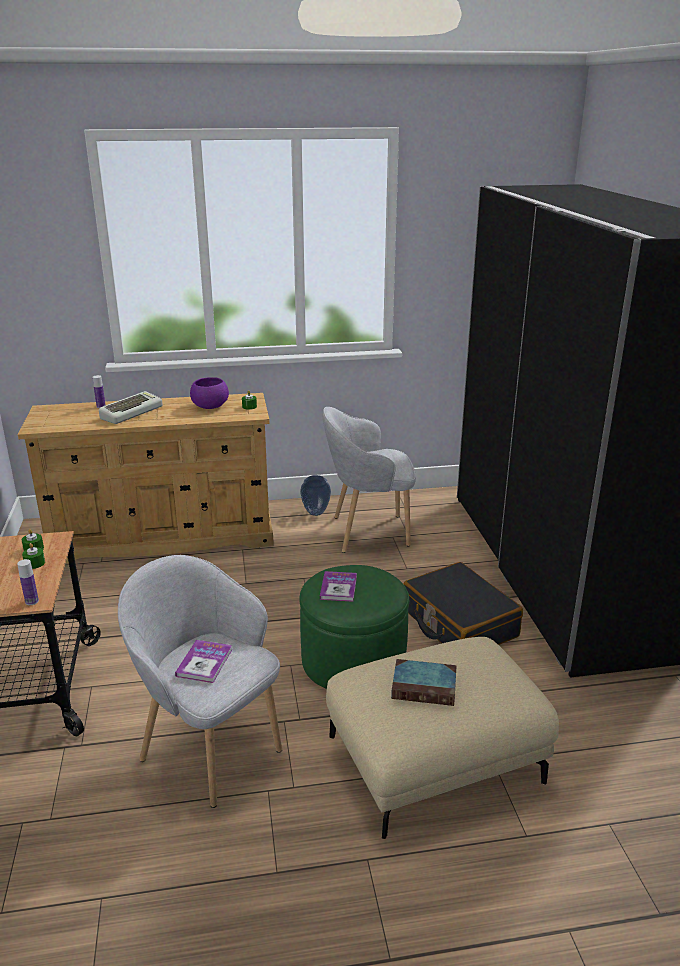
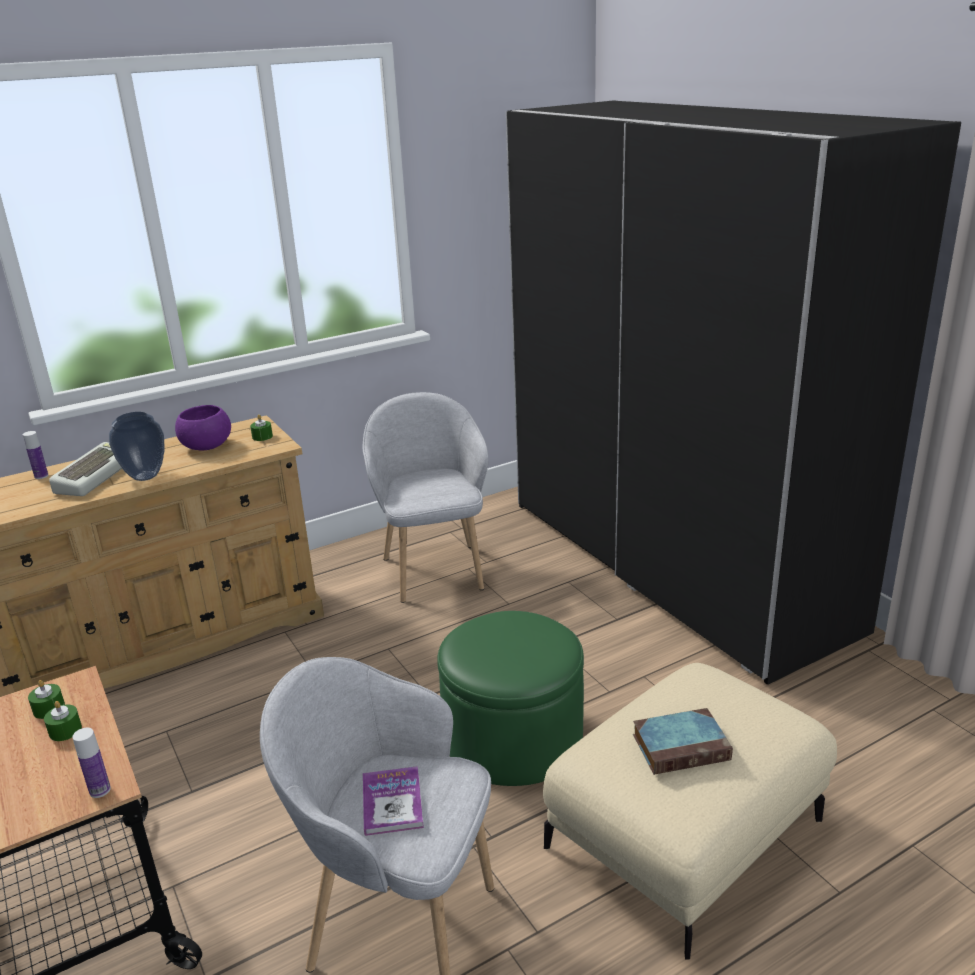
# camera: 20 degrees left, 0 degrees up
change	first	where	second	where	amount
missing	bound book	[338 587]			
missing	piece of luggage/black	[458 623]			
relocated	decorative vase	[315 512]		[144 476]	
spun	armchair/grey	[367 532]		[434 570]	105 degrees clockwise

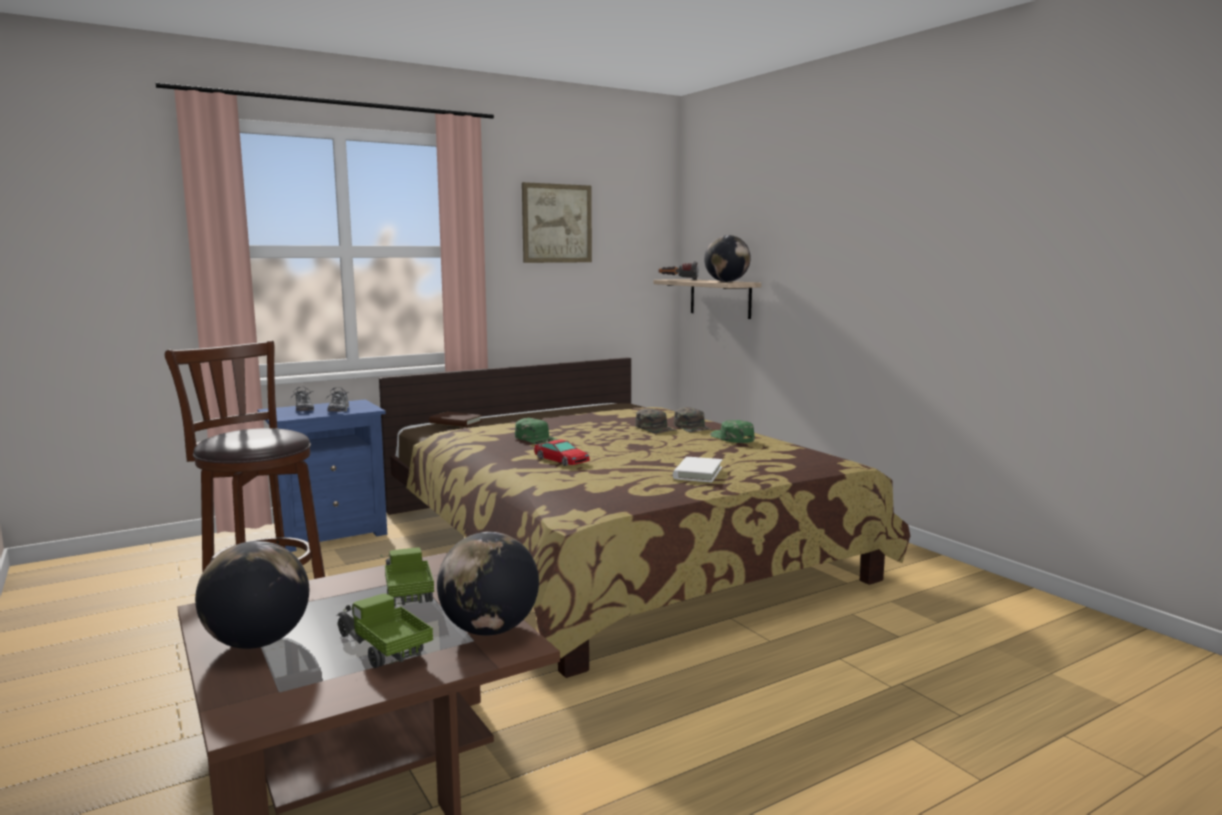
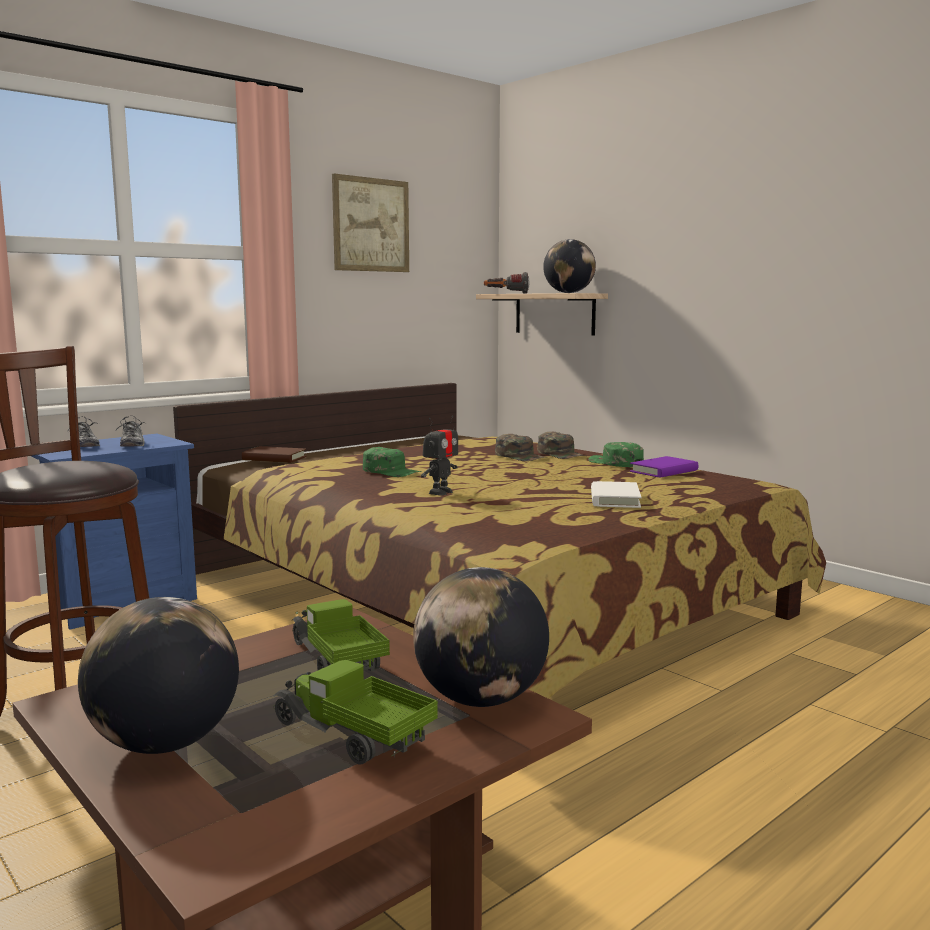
# camera: 10 degrees left, 0 degrees up
change	first	where	second	where	amount
appeared			bound book/purple-coloured	[664 471]	
exchanged	miniature car	[560 460]	robot figure	[440 492]	

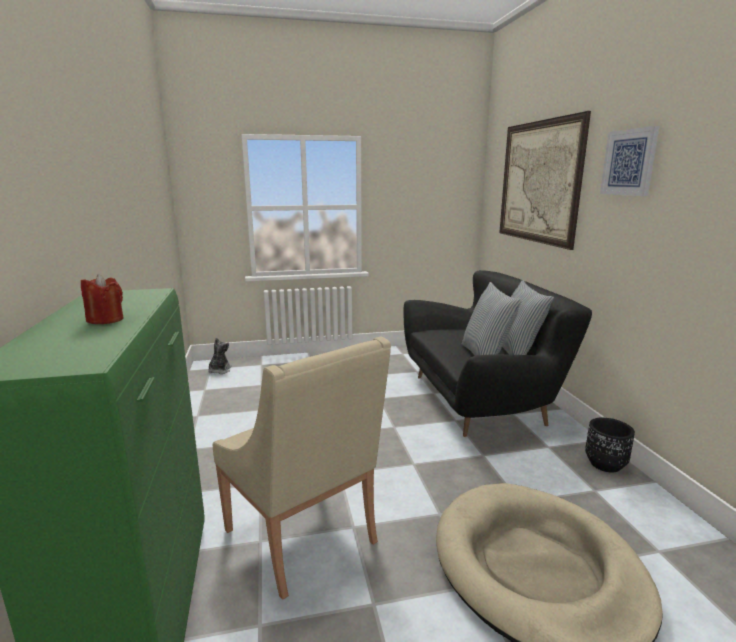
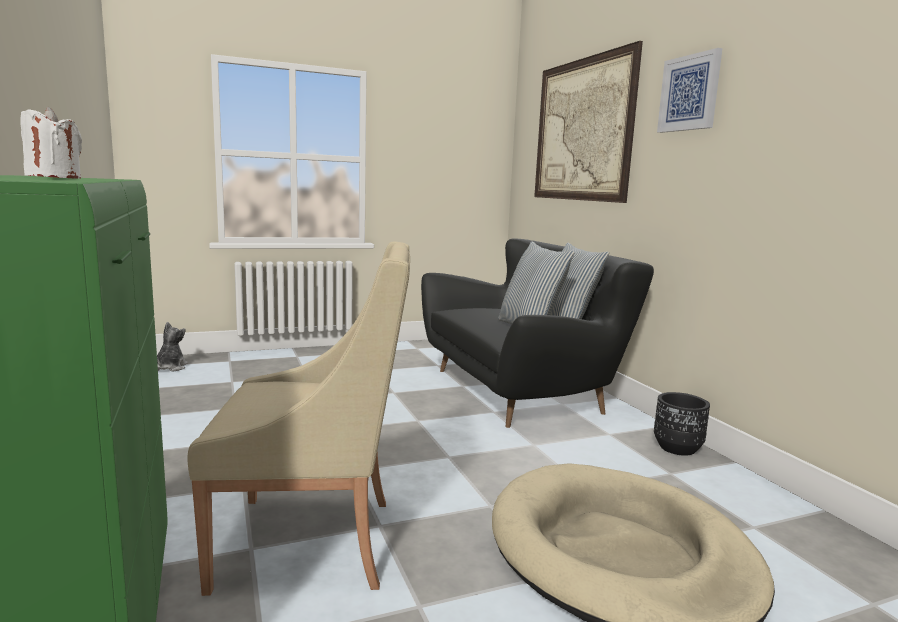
# camera: 10 degrees left, 5 degrees down
change	first	where	second	where	amount
colour	wax light/red	[105 320]	wax light/white	[54 177]	
spun	armchair/sand-coloured	[304 538]		[314 541]	45 degrees counterclockwise

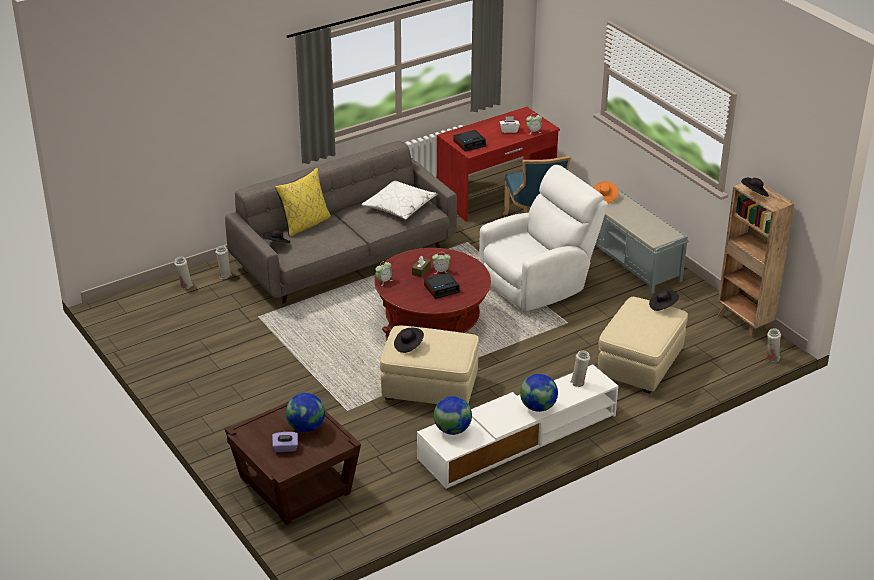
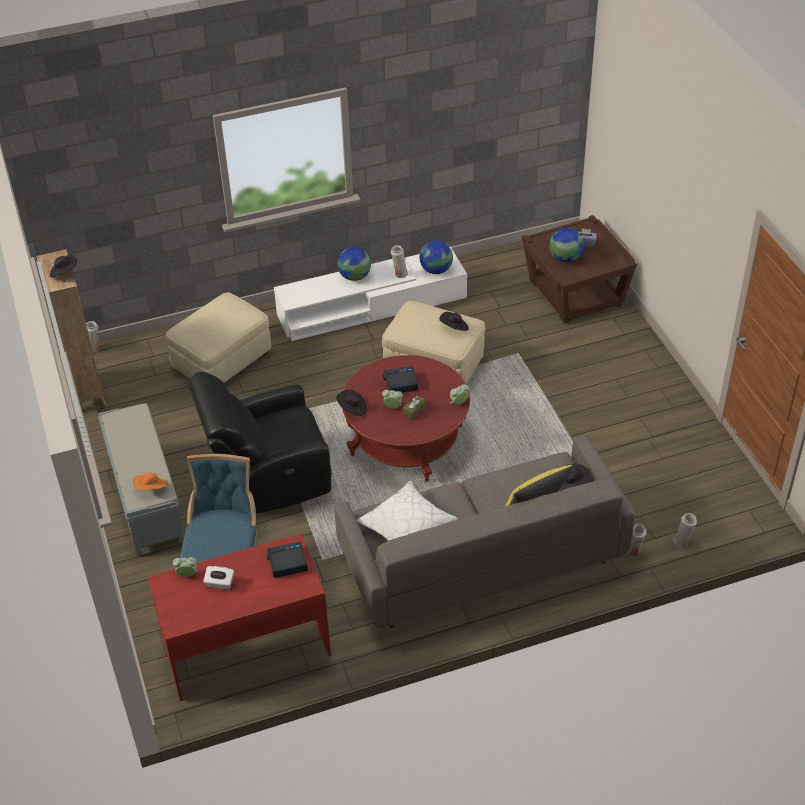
# camera: 165 degrees left, 10 degrees up
change	first	where	second	where	amount
relocated	decorative vase/white	[579 382]		[399 274]	
relocated	clothing hat/black	[662 306]		[352 409]	
colour	armchair/white	[538 284]	armchair/black	[268 477]	

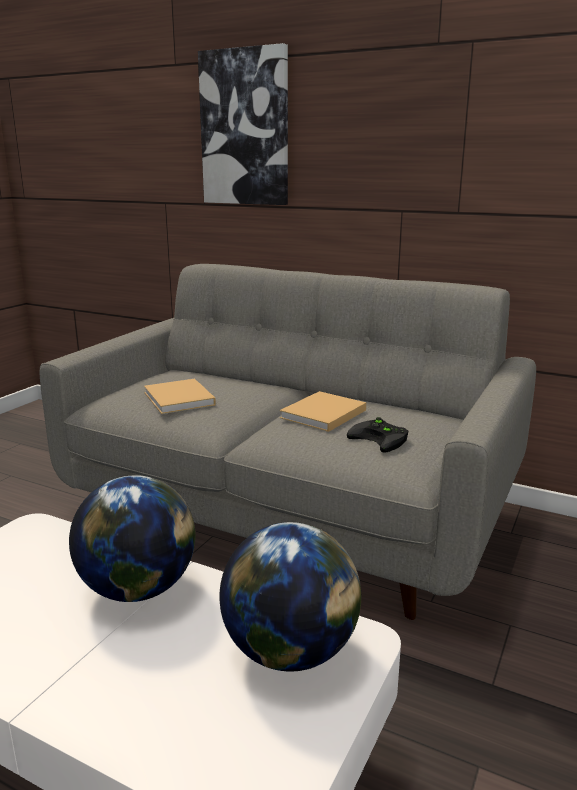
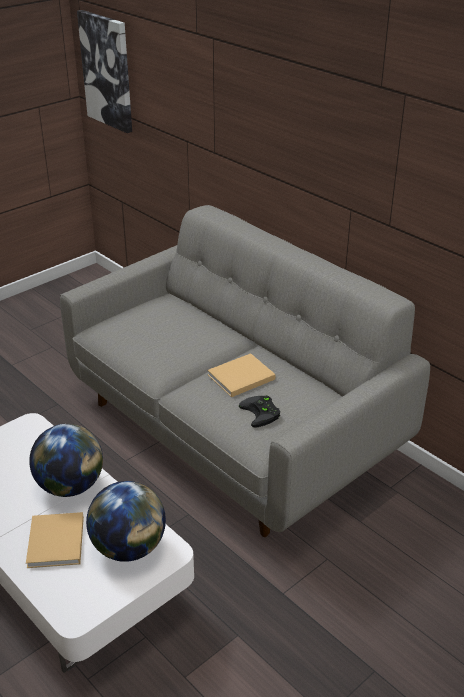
# camera: 20 degrees right, 15 degrees up
change	first	where	second	where	amount
relocated	bound book/sand-coloured	[179 399]		[56 543]	
relocated	picture	[245 128]		[107 71]	

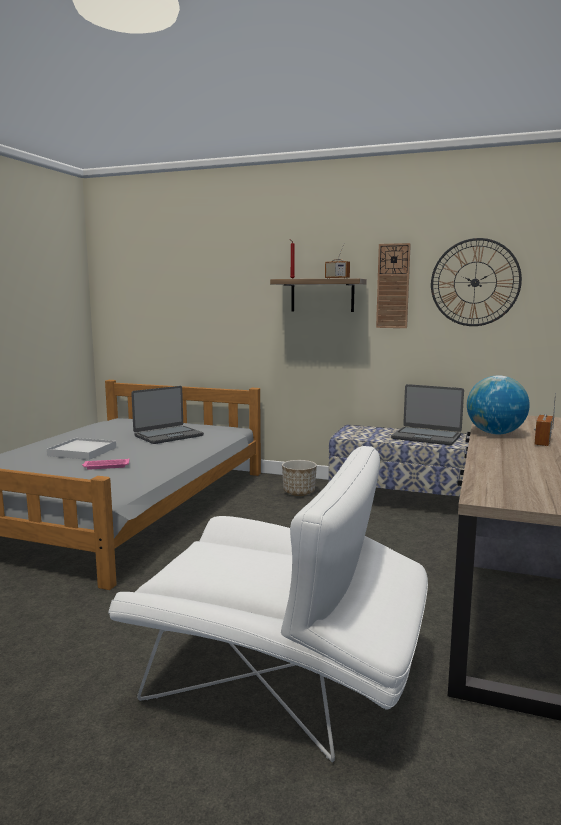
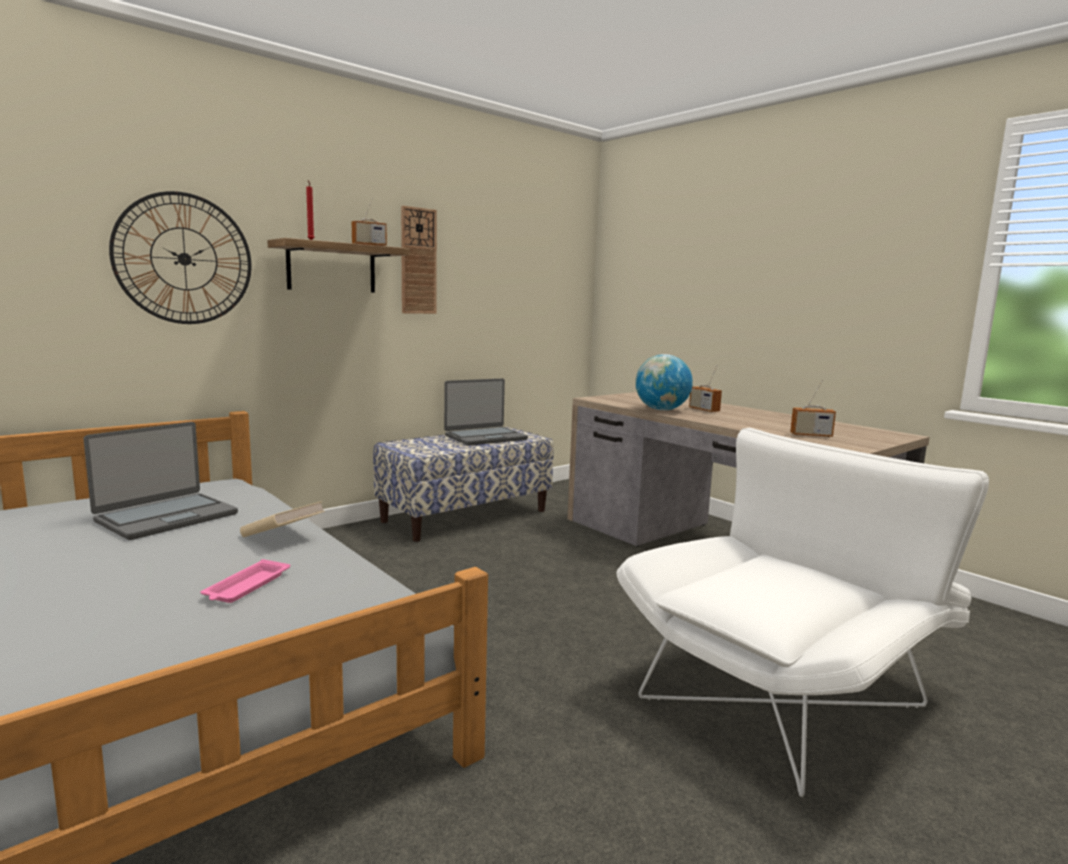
# camera: 60 degrees left, 0 degrees up
change	first	where	second	where	amount
missing	serving tray/white	[82 452]			
missing	flower pot	[298 492]			
appeared			bound book/sand-coloured	[282 537]	
appeared			radio receiver	[811 435]	
relocated	clock on the wall	[475 282]		[184 259]	
spun	laptop	[168 436]		[166 517]	45 degrees clockwise

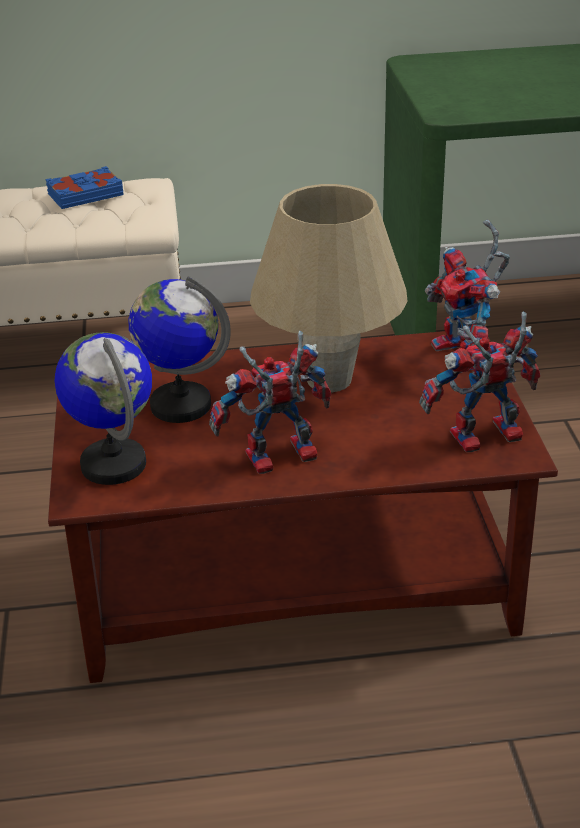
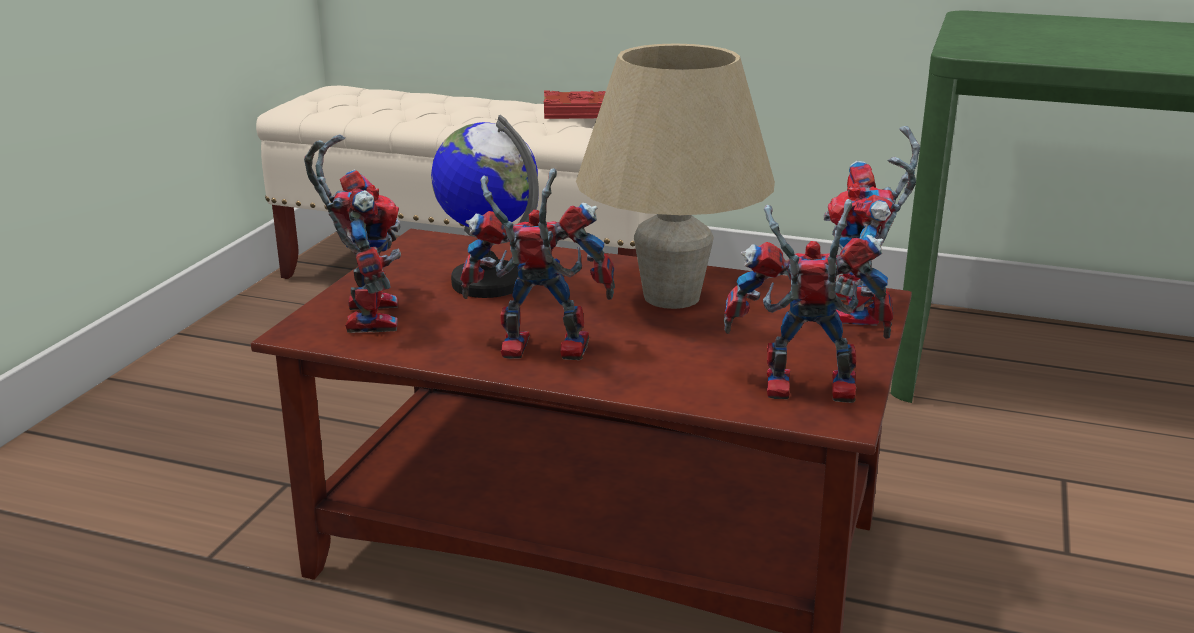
# camera: 25 degrees right, 10 degrees down
change	first	where	second	where	amount
exchanged	desk globe	[114 464]	robot figure	[366 313]	
colour	bound book/blue	[85 194]	bound book/red	[579 112]	

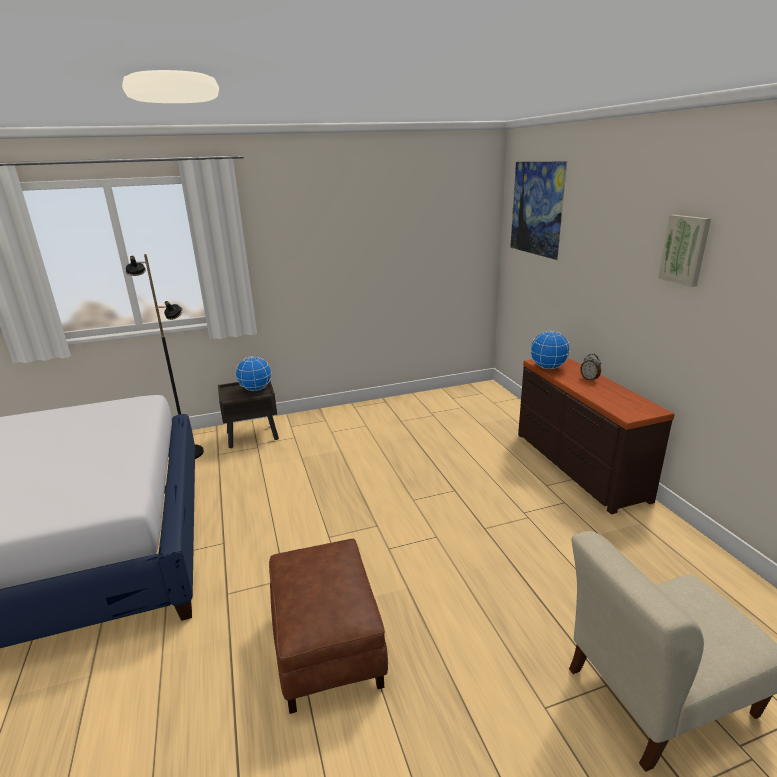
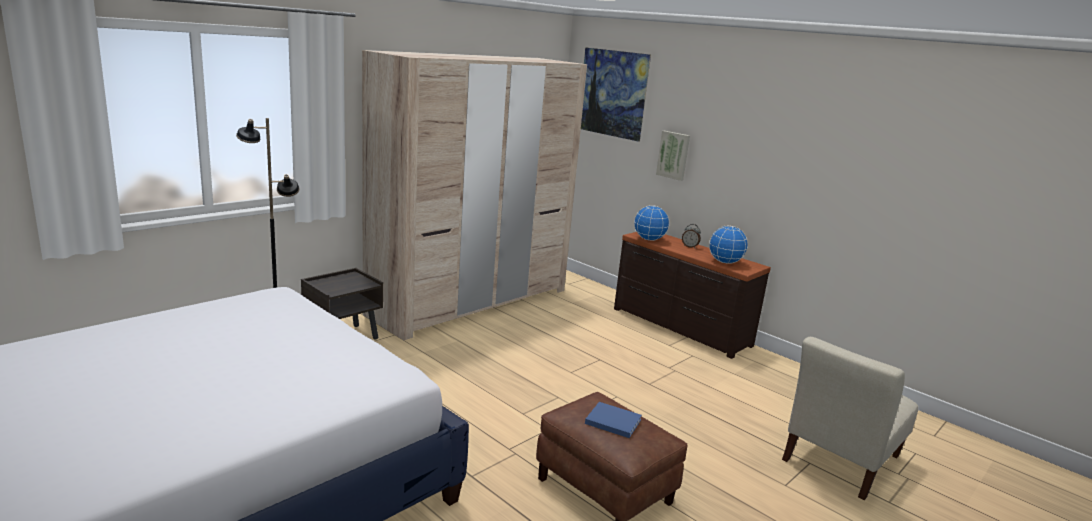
# camera: 30 degrees left, 5 degrees down
change	first	where	second	where	amount
appeared			wardrobe/sand-coloured	[471 302]	
appeared			bound book/blue	[611 421]	
relocated	desk globe	[255 389]		[725 262]	
relocated	picture	[685 250]		[673 155]	

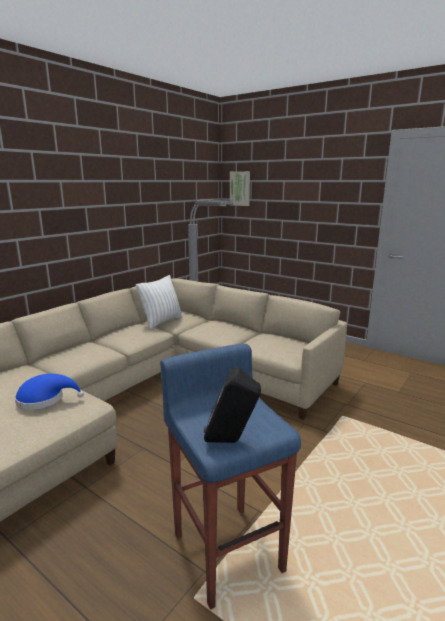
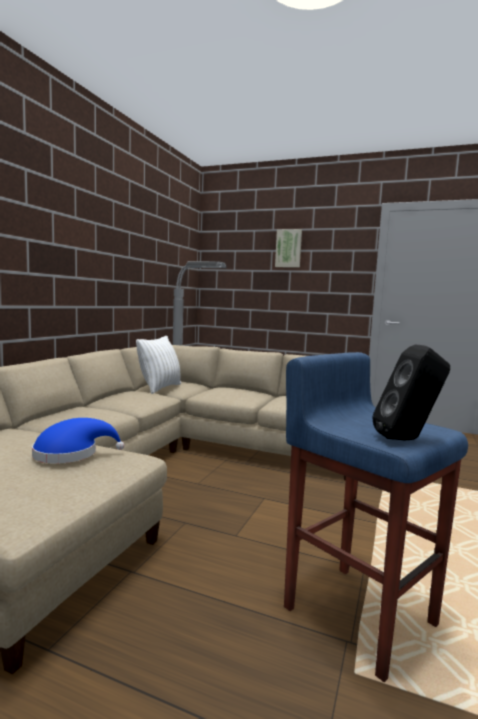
# camera: 15 degrees left, 10 degrees down
change	first	where	second	where	amount
relocated	picture	[240 188]		[288 248]	

